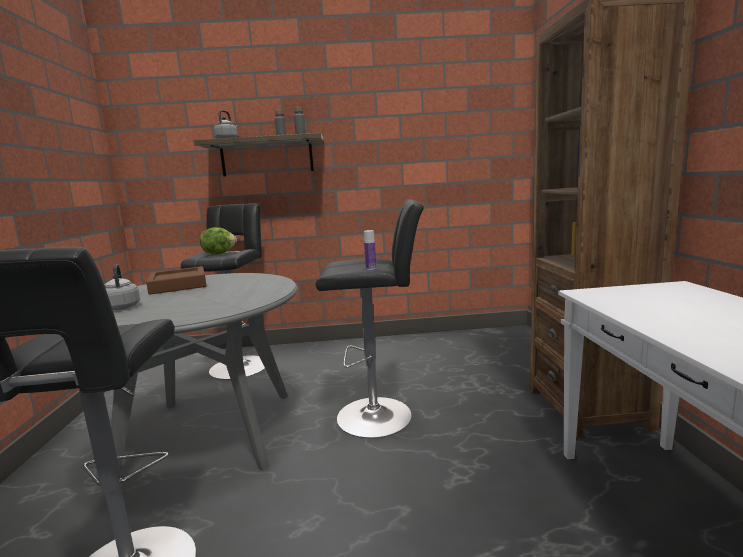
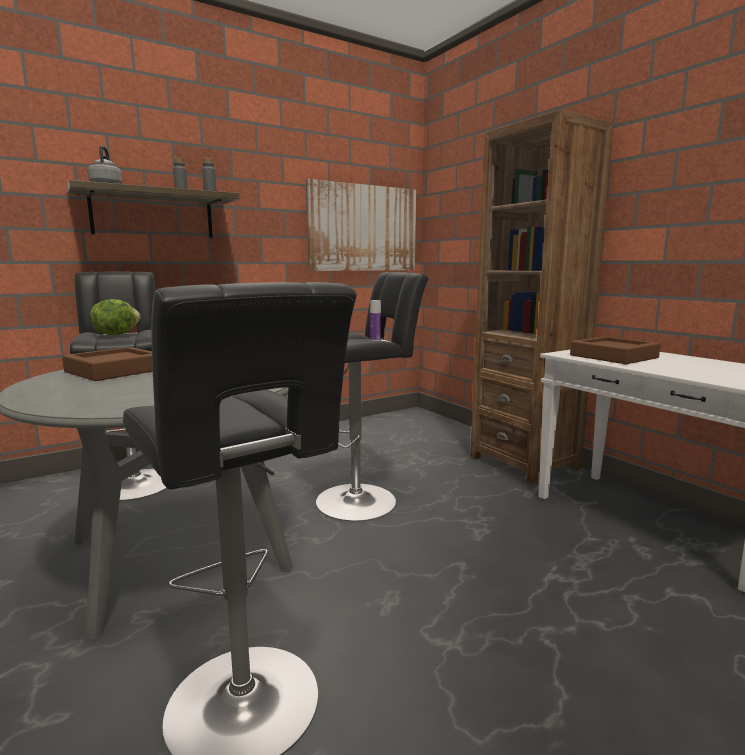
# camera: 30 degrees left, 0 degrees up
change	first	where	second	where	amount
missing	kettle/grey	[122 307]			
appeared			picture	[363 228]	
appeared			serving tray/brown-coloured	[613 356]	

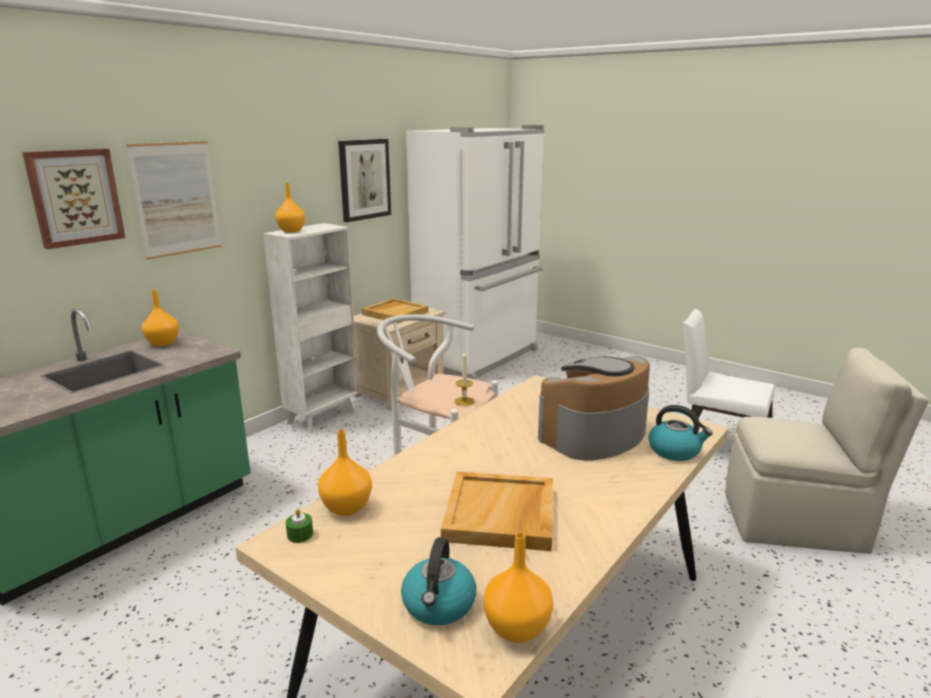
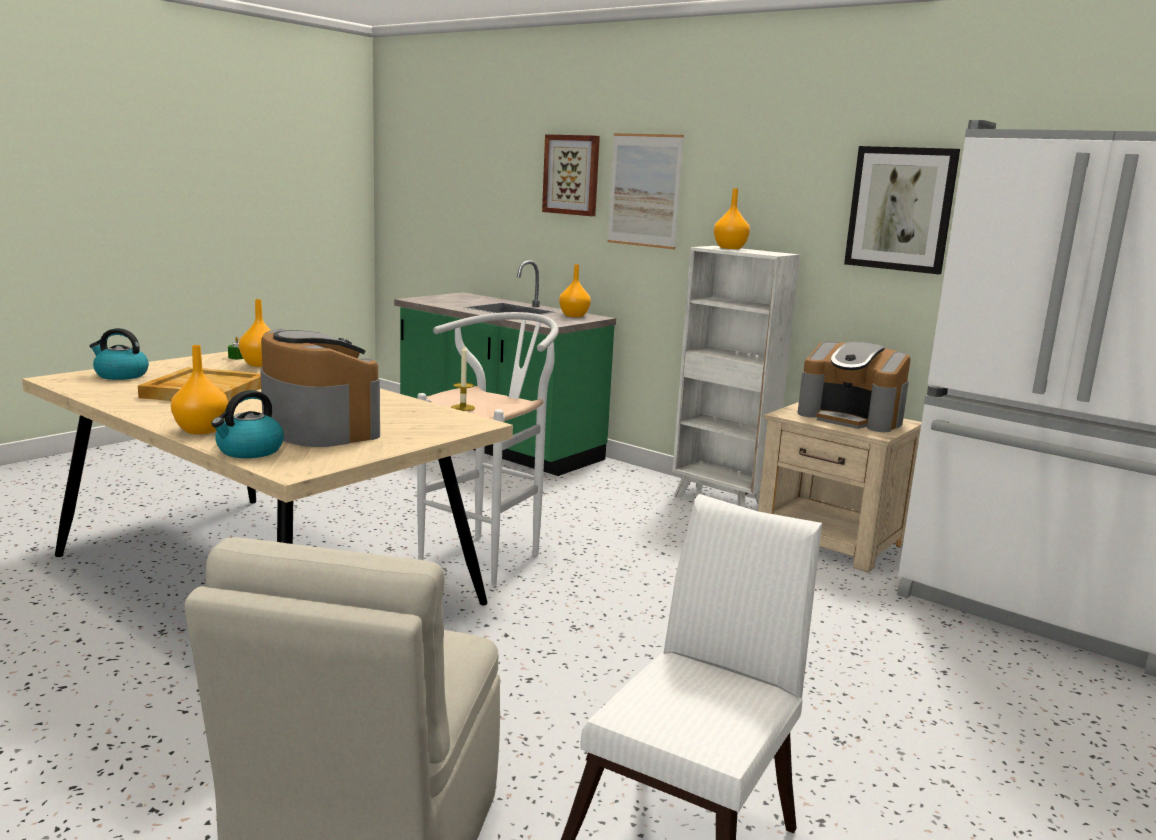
# camera: 90 degrees right, 5 degrees down
change	first	where	second	where	amount
relocated	decorative vase/orange	[515 628]		[201 430]	
exchanged	serving tray/sand-coloured	[395 313]	coffee maker	[851 418]	

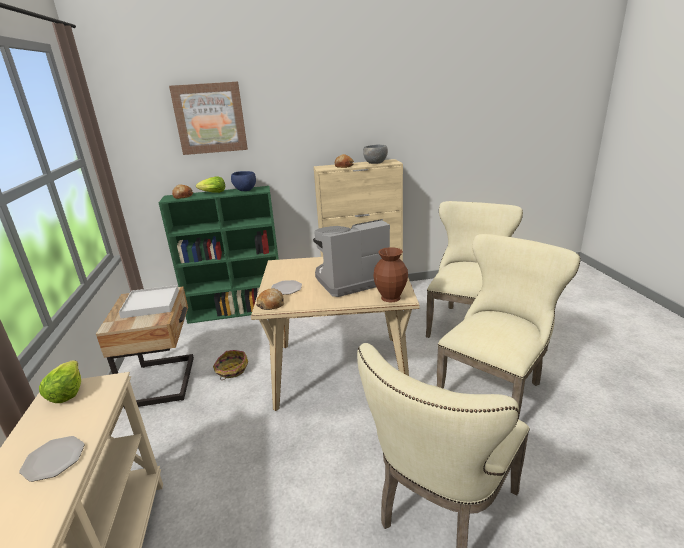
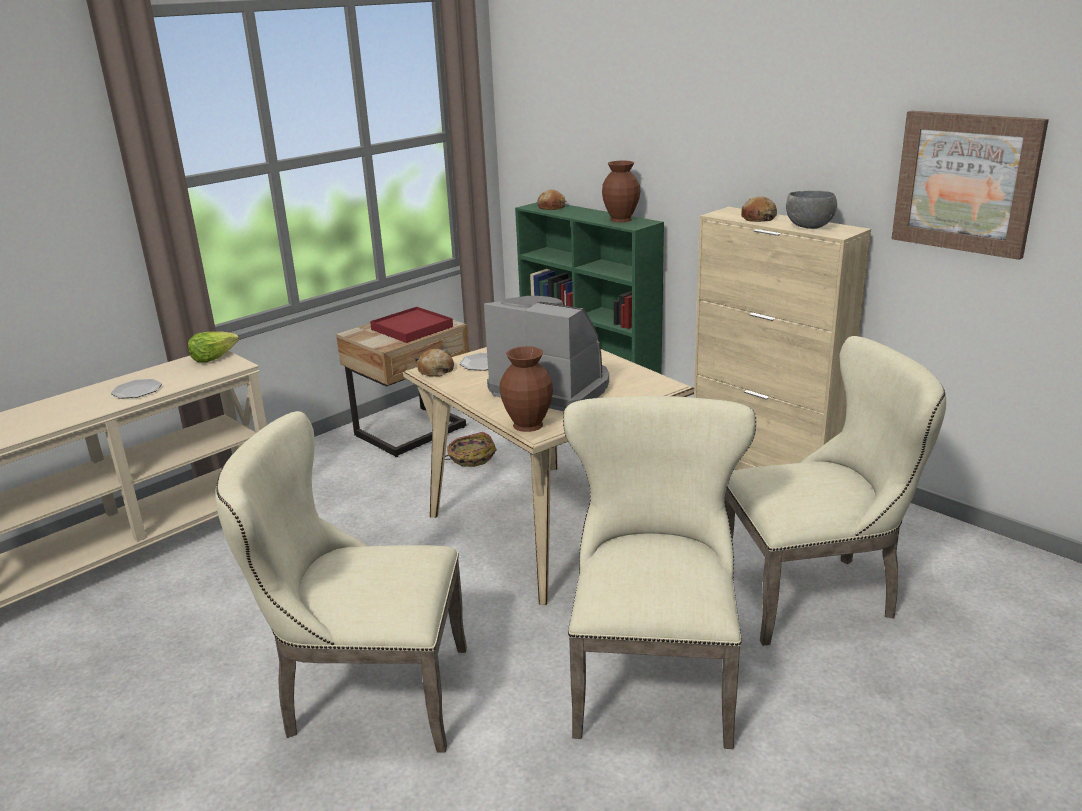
# camera: 55 degrees right, 0 degrees up
change	first	where	second	where	amount
missing	lettuce head	[213 193]			
relocated	picture	[210 118]		[966 182]	
exchanged	bowl/blue	[245 190]	decorative vase/brown-coloured	[620 220]	
colour	serving tray/white	[151 304]	serving tray/red	[411 328]	
spun	chair/sand-coloured	[495 389]		[653 675]	90 degrees counterclockwise

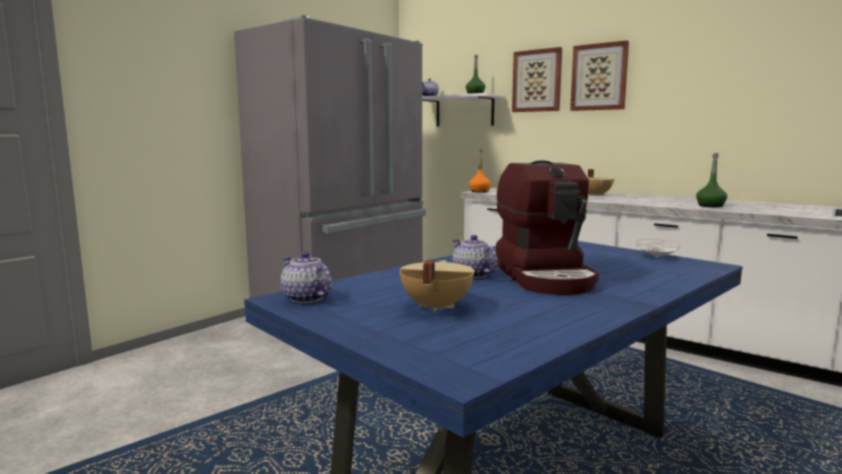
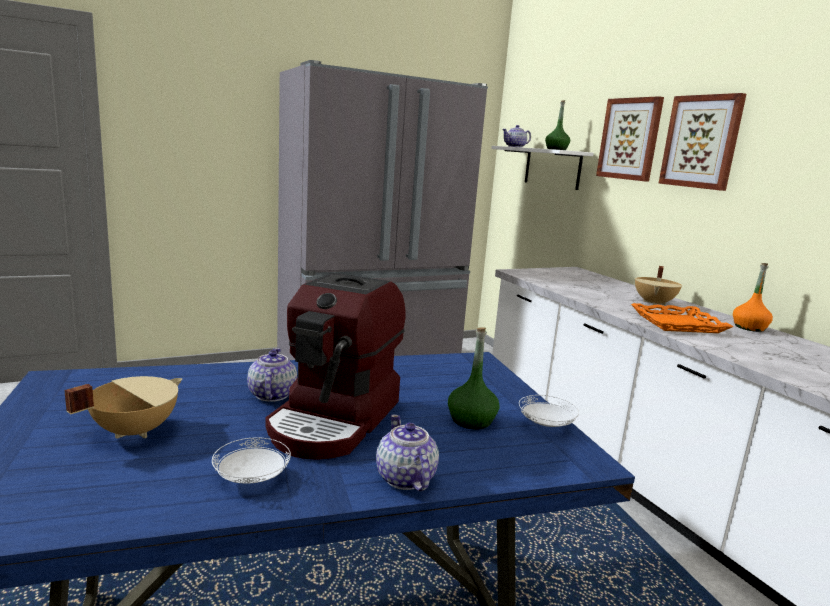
# camera: 25 degrees right, 5 degrees up
change	first	where	second	where	amount
appeared			flat dish/white	[252 479]	
appeared			serving tray/orange	[678 324]	
relocated	pot for tea	[306 298]		[405 478]	
relocated	bottle/orange	[479 191]		[749 327]	
relocated	bottle/greenish	[710 206]		[471 420]	

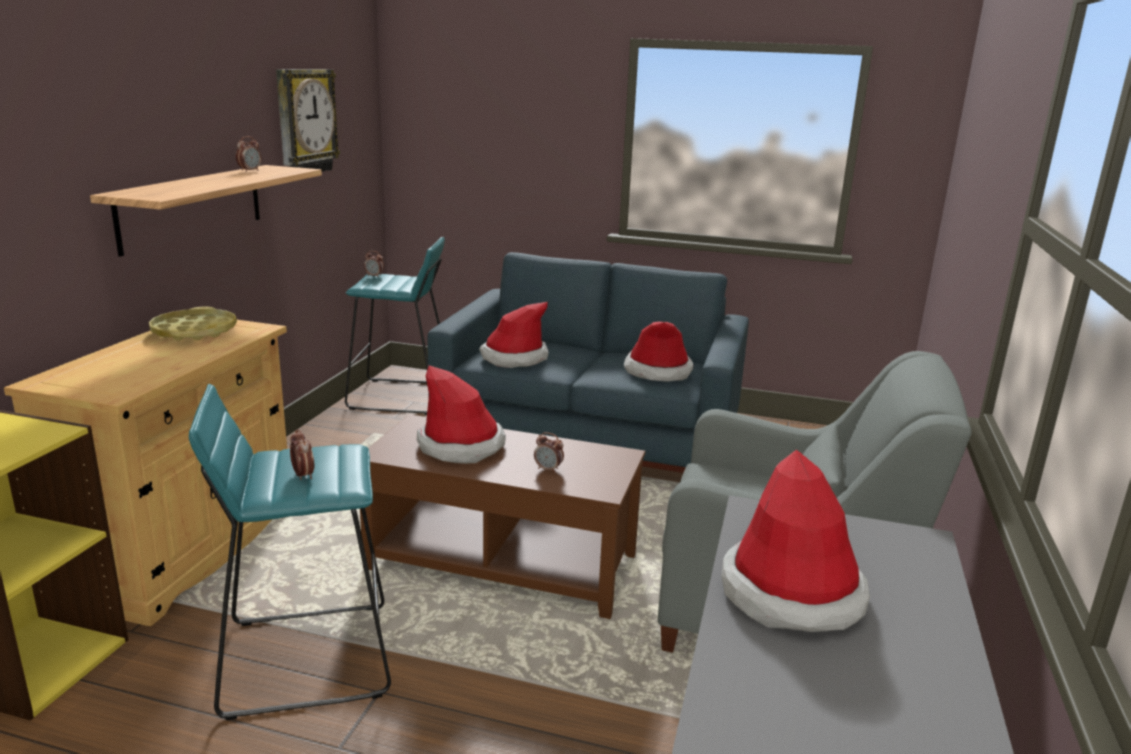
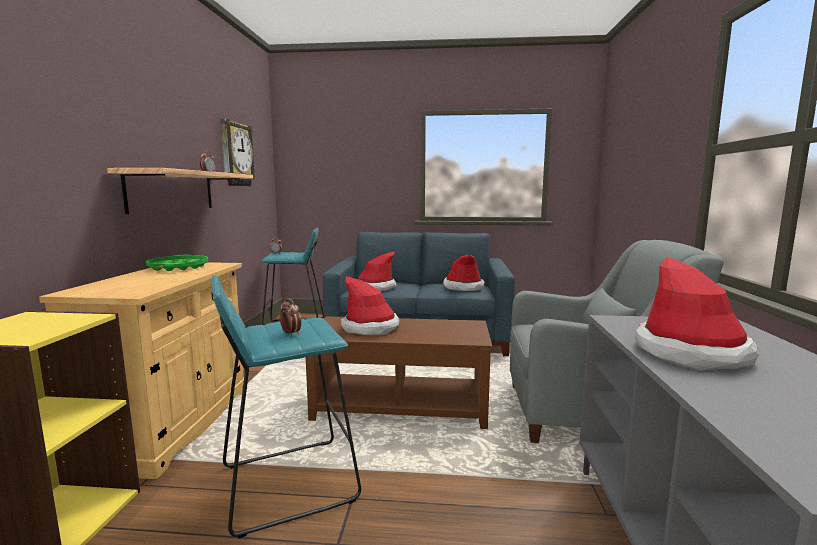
# camera: 10 degrees left, 10 degrees down
change	first	where	second	where	amount
missing	alarm clock	[548 469]			
colour	serving tray/yellowish	[194 331]	serving tray/greenish	[178 267]	

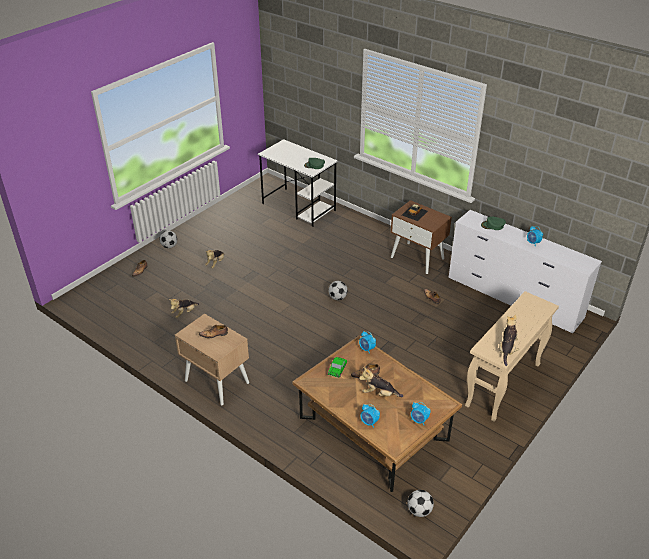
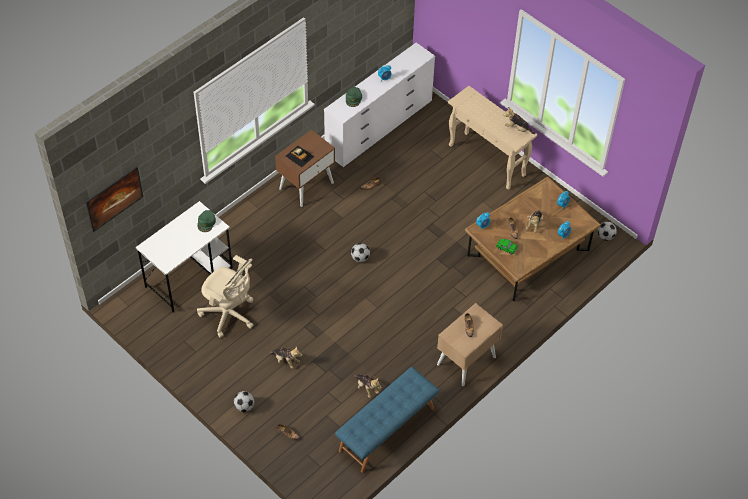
# camera: 85 degrees left, 15 degrees up
change	first	where	second	where	amount
appeared			picture	[115 206]	
appeared			desk chair/sand-coloured	[229 315]	
appeared			bench/blue	[387 430]	

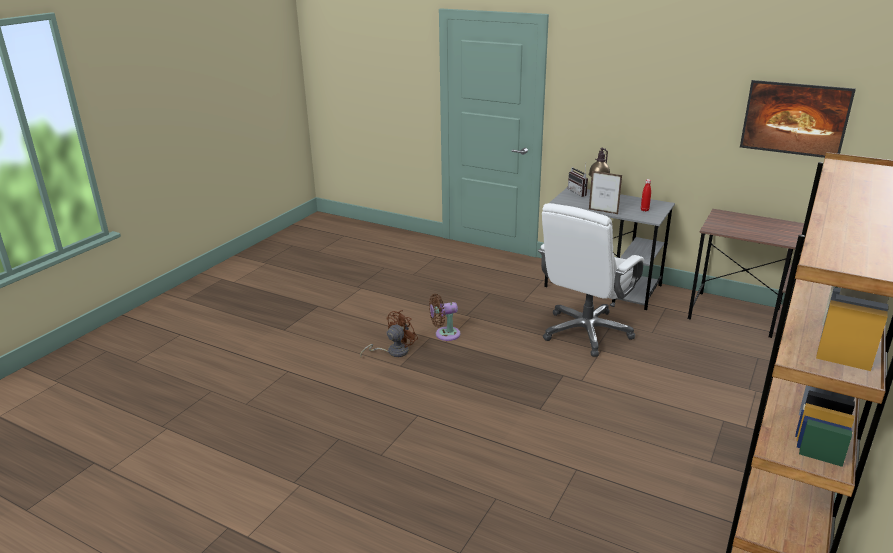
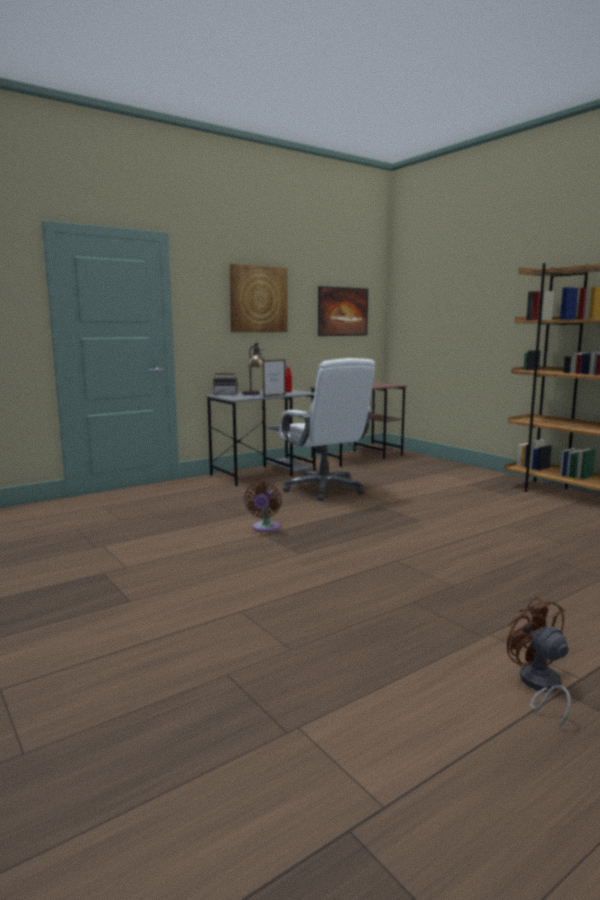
# camera: 65 degrees left, 15 degrees down
change	first	where	second	where	amount
appeared			picture	[258 299]	
relocated	electric fan/brown-coloured	[393 352]		[539 686]	

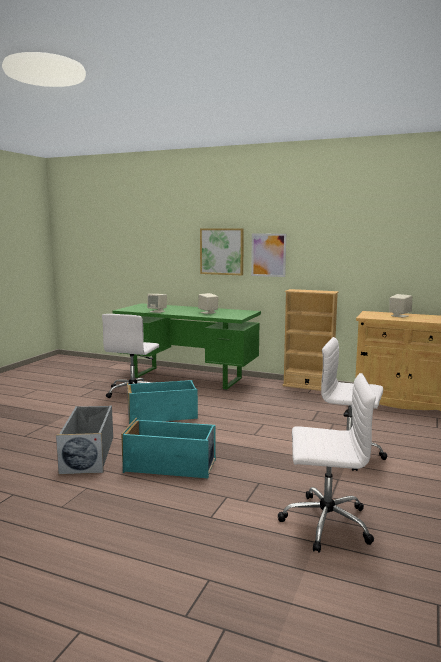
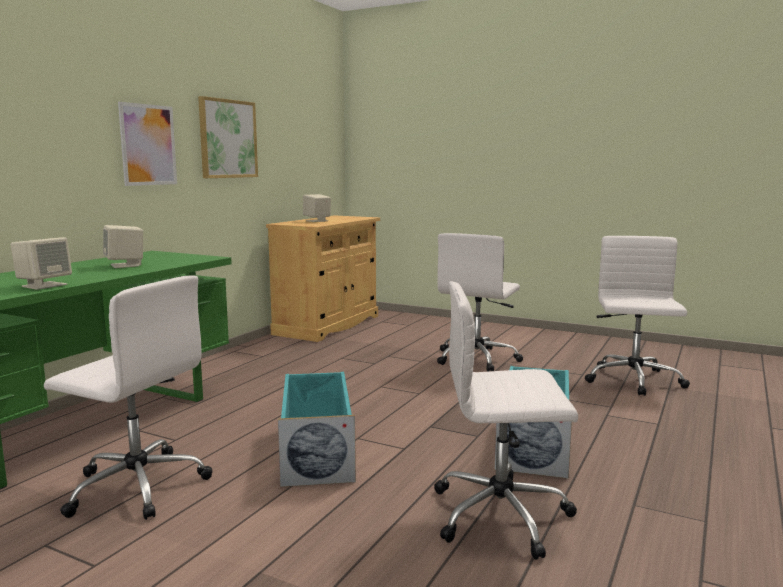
# camera: 85 degrees left, 0 degrees up
change	first	where	second	where	amount
missing	shelving unit/sand-coloured	[308 386]			
relocated	picture	[222 251]		[227 139]	
exchanged	storage bin/grey	[88 454]	desk chair/white	[502 515]	

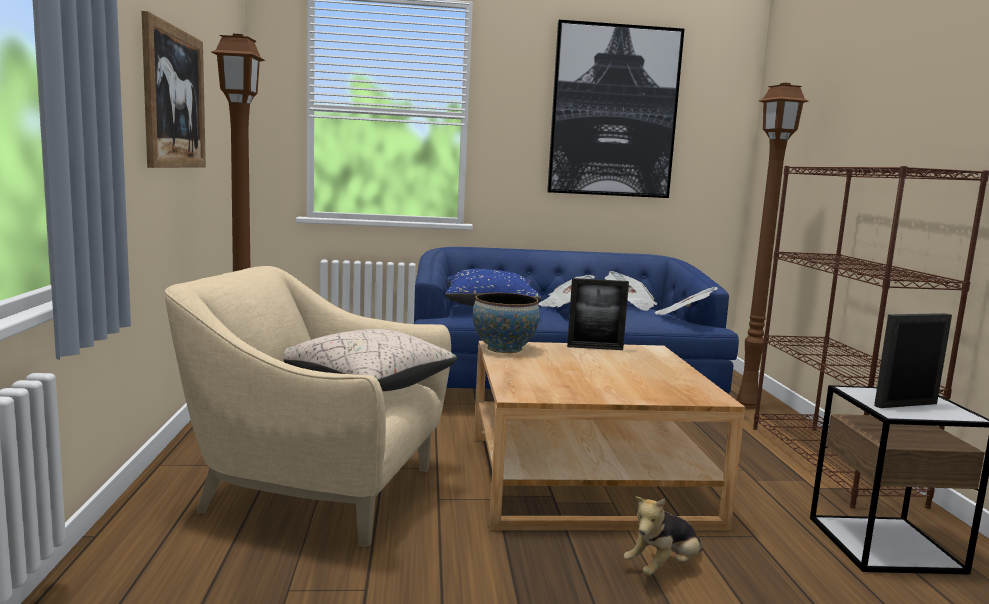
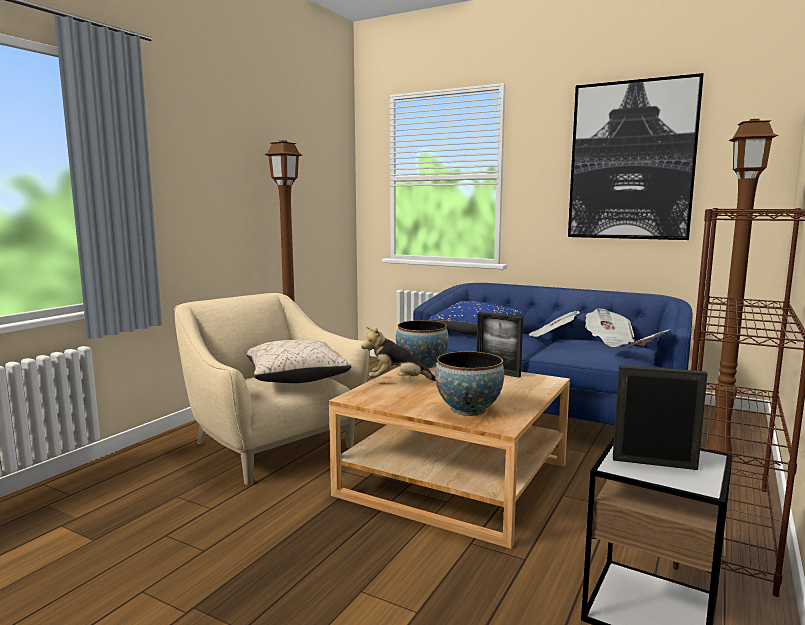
# camera: 35 degrees right, 0 degrees up
change	first	where	second	where	amount
missing	picture	[174 98]			
appeared			bowl	[468 409]	
relocated	soft toy	[664 568]		[397 382]	

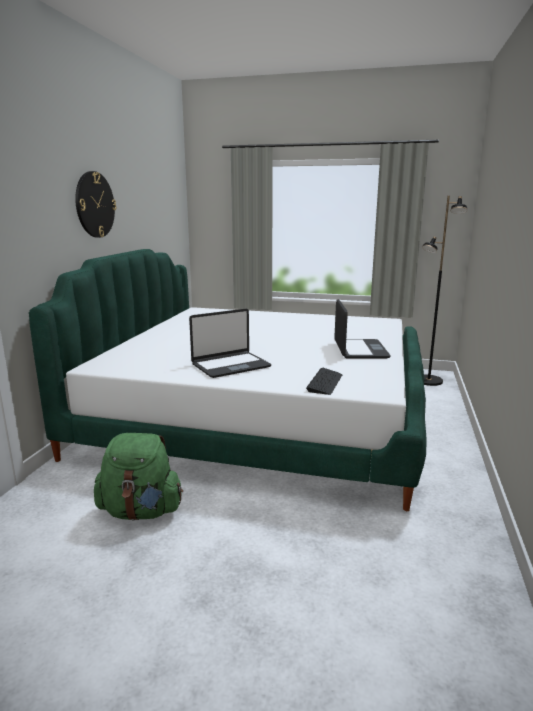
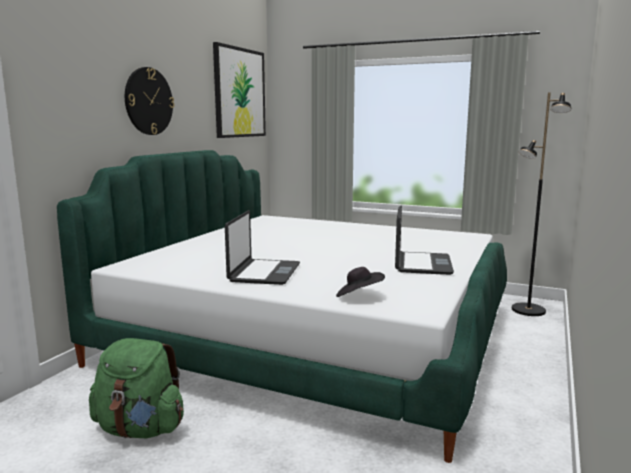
# camera: 10 degrees right, 5 degrees down
change	first	where	second	where	amount
appeared			picture	[239 93]	
exchanged	keyboard	[325 382]	clothing hat/black	[359 296]	
spun	laptop	[230 365]		[264 273]	60 degrees counterclockwise

